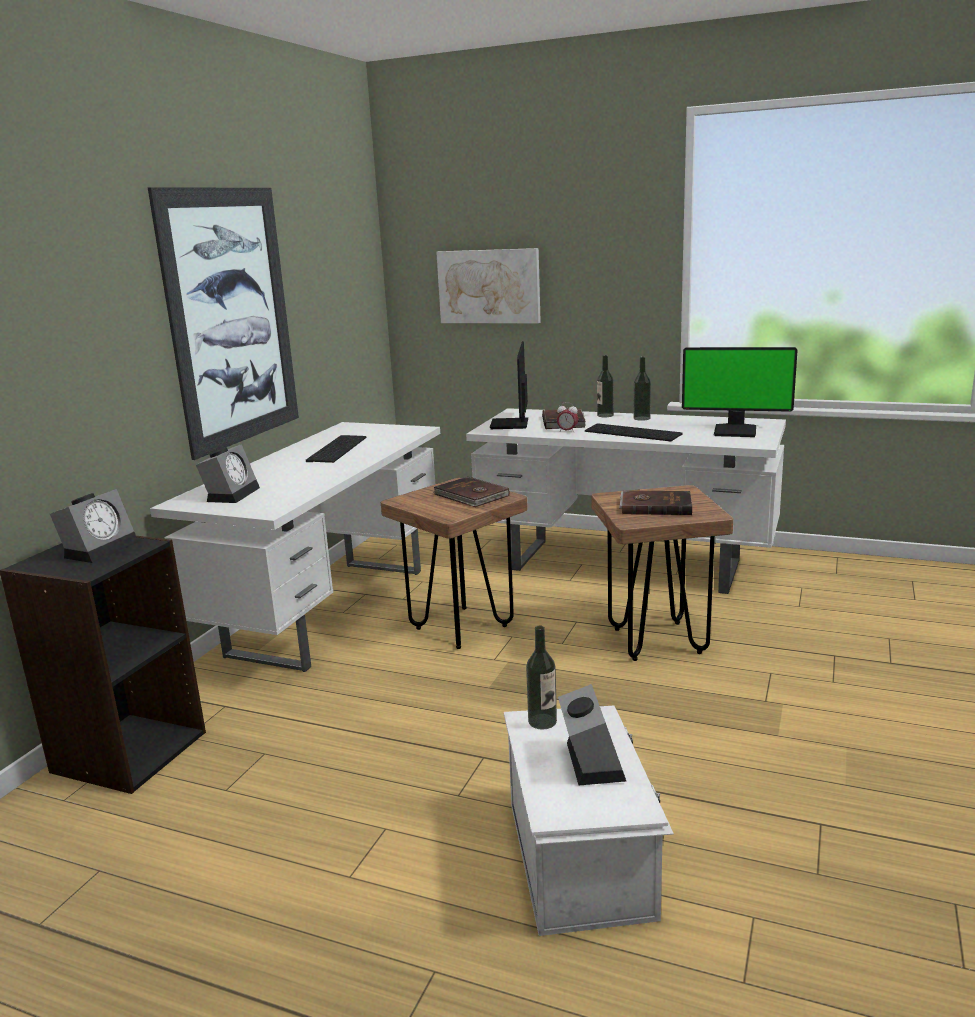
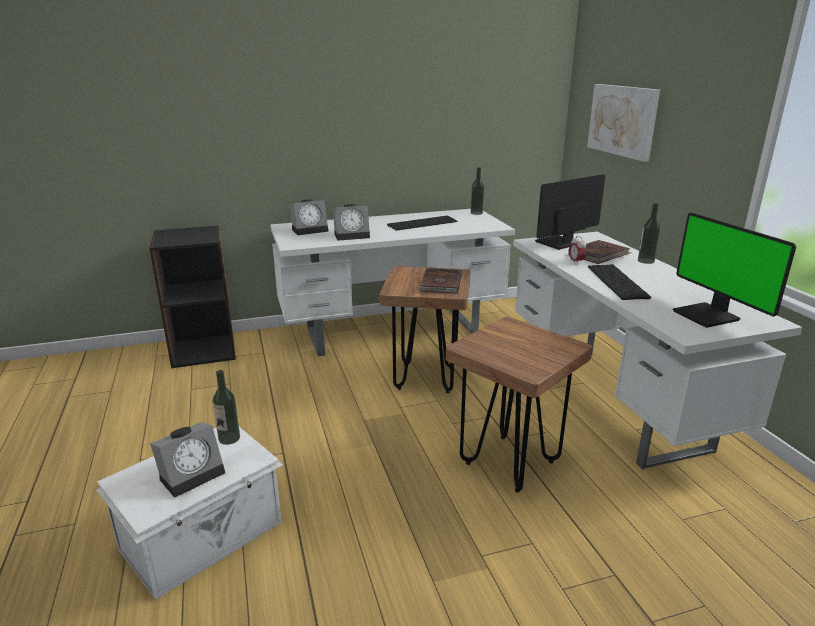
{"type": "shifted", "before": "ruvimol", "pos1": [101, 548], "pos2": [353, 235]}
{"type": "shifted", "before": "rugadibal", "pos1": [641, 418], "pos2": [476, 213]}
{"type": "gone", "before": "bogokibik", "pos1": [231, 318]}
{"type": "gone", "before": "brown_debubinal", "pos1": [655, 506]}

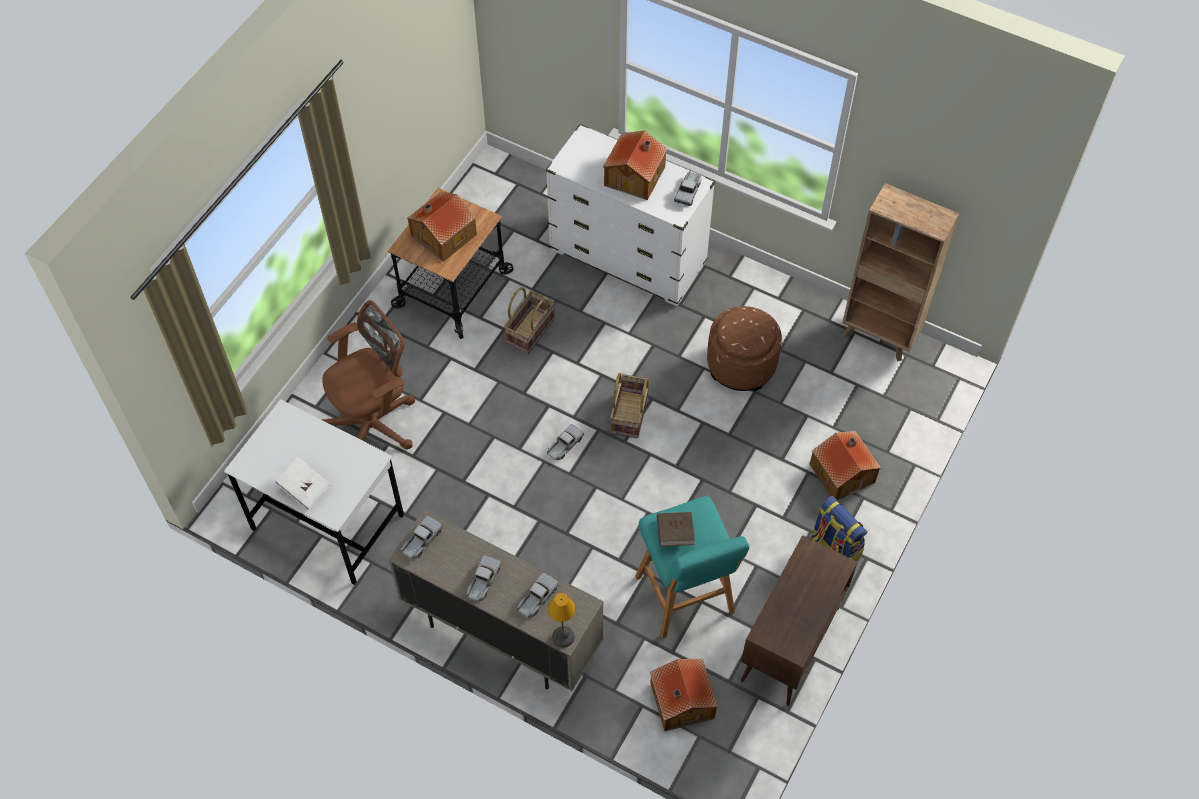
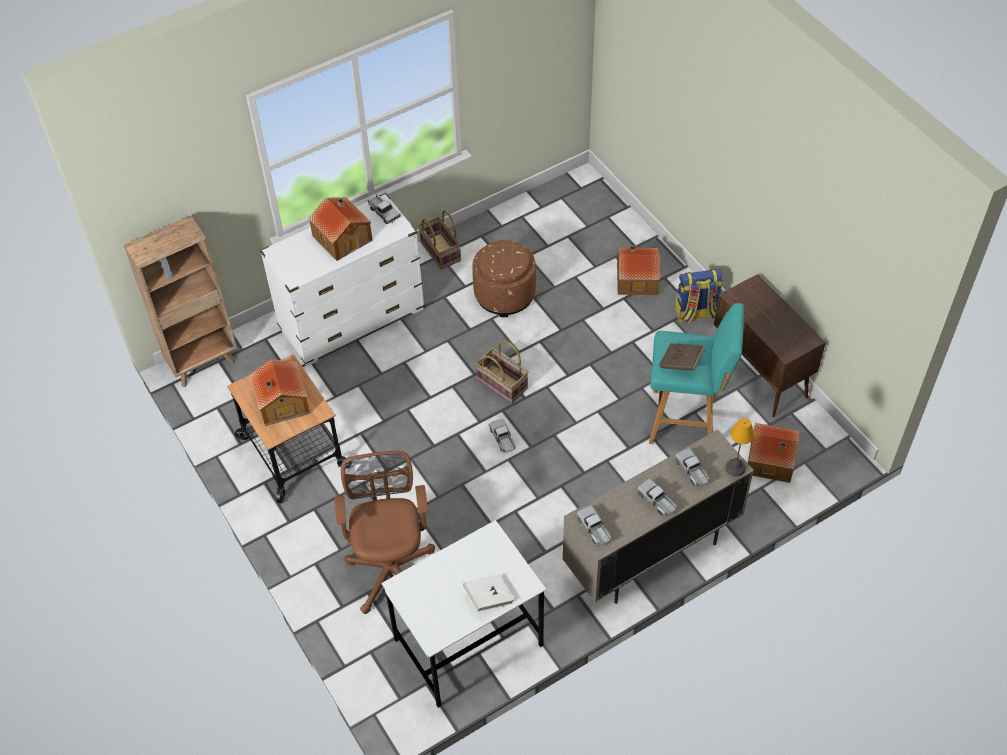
{"type": "shifted", "before": "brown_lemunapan", "pos1": [880, 336], "pos2": [203, 363]}
{"type": "shifted", "before": "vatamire", "pos1": [529, 330], "pos2": [440, 251]}

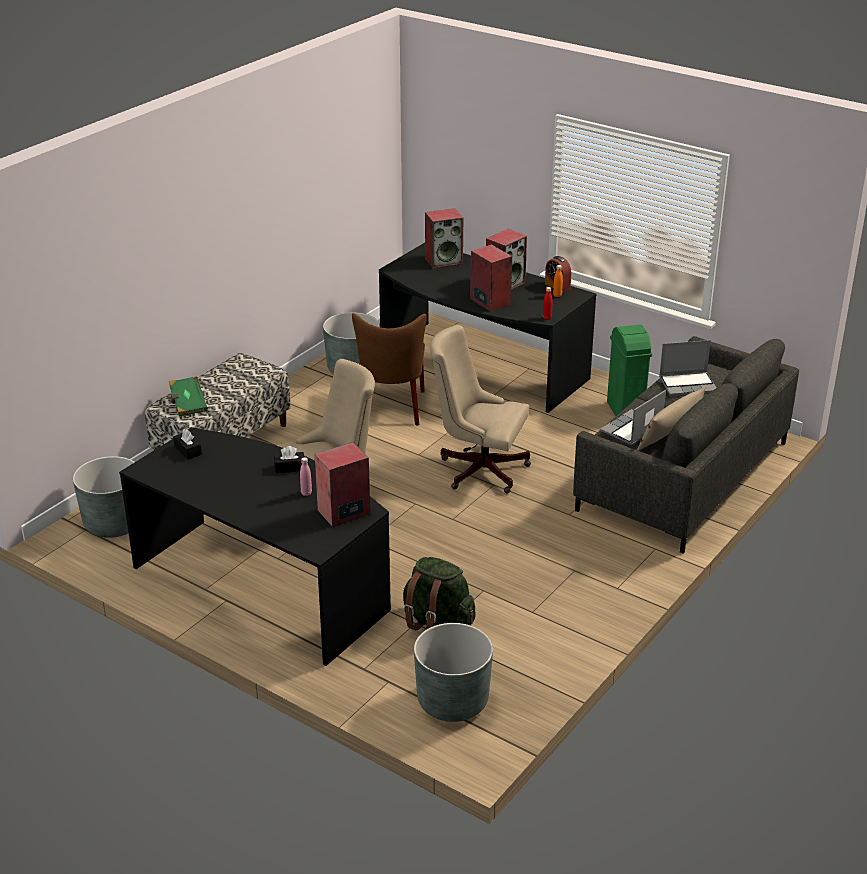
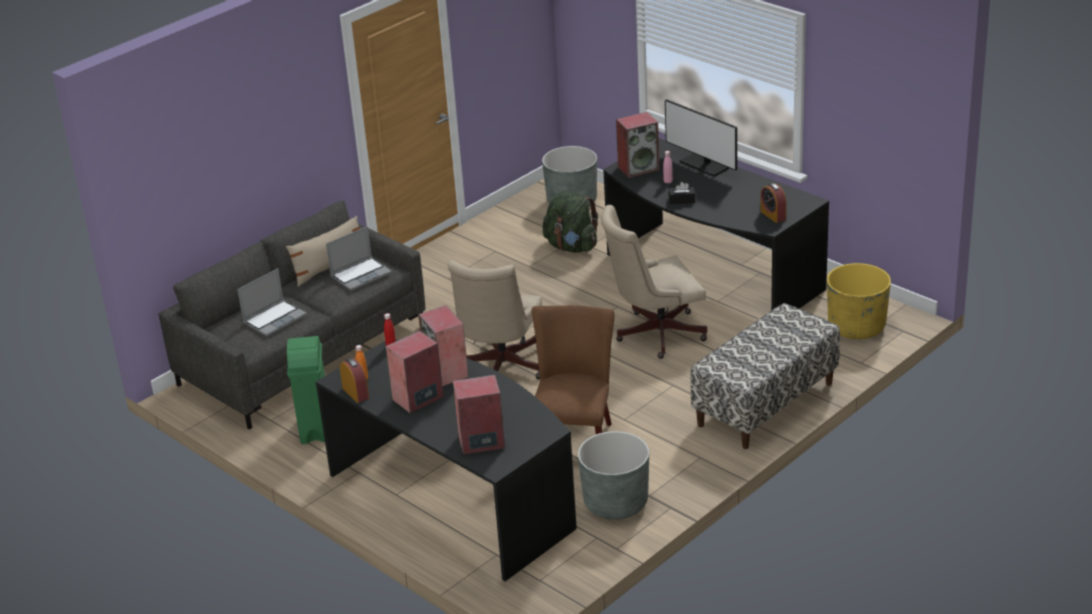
{"type": "rotated", "before": "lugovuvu", "pos1": [688, 384], "pos2": [275, 319], "turn": 135}
{"type": "rotated", "before": "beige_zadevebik", "pos1": [478, 468], "pos2": [500, 369], "turn": 75}
{"type": "new", "after": "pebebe", "pos2": [704, 165]}
{"type": "swapped", "before": "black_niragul", "after": "ruvimol", "pos1": [188, 450], "pos2": [773, 215]}
{"type": "repainted", "before": "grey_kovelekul", "after": "yellow_kovelekul", "pos1": [114, 523], "pos2": [856, 327]}
{"type": "gone", "before": "green_debubinal", "pos1": [188, 404]}

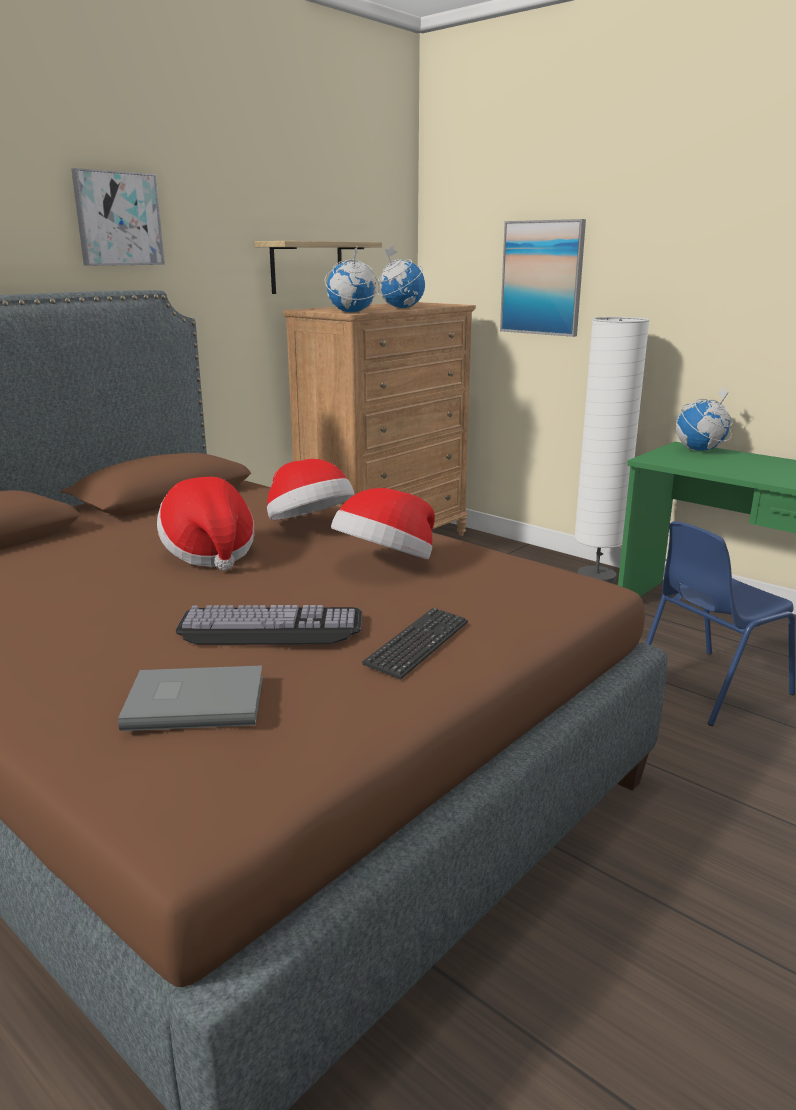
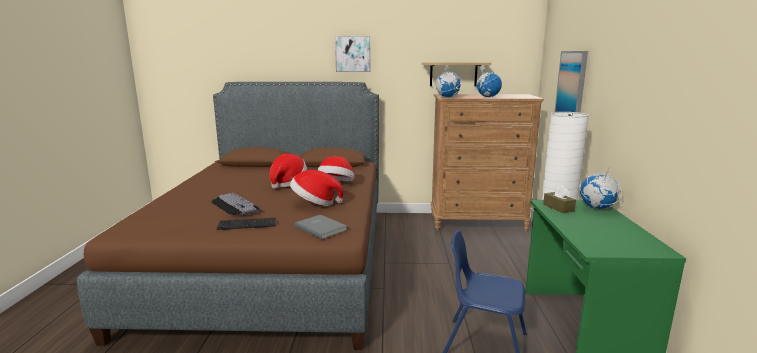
{"type": "shifted", "before": "grey_debubinal", "pos1": [193, 700], "pos2": [321, 228]}
{"type": "new", "after": "brown_niragul", "pos2": [558, 208]}

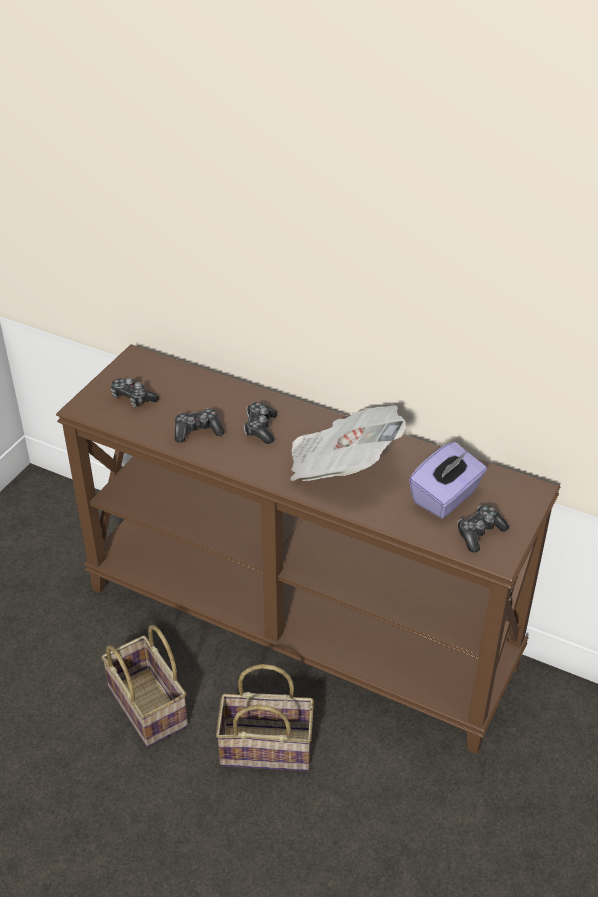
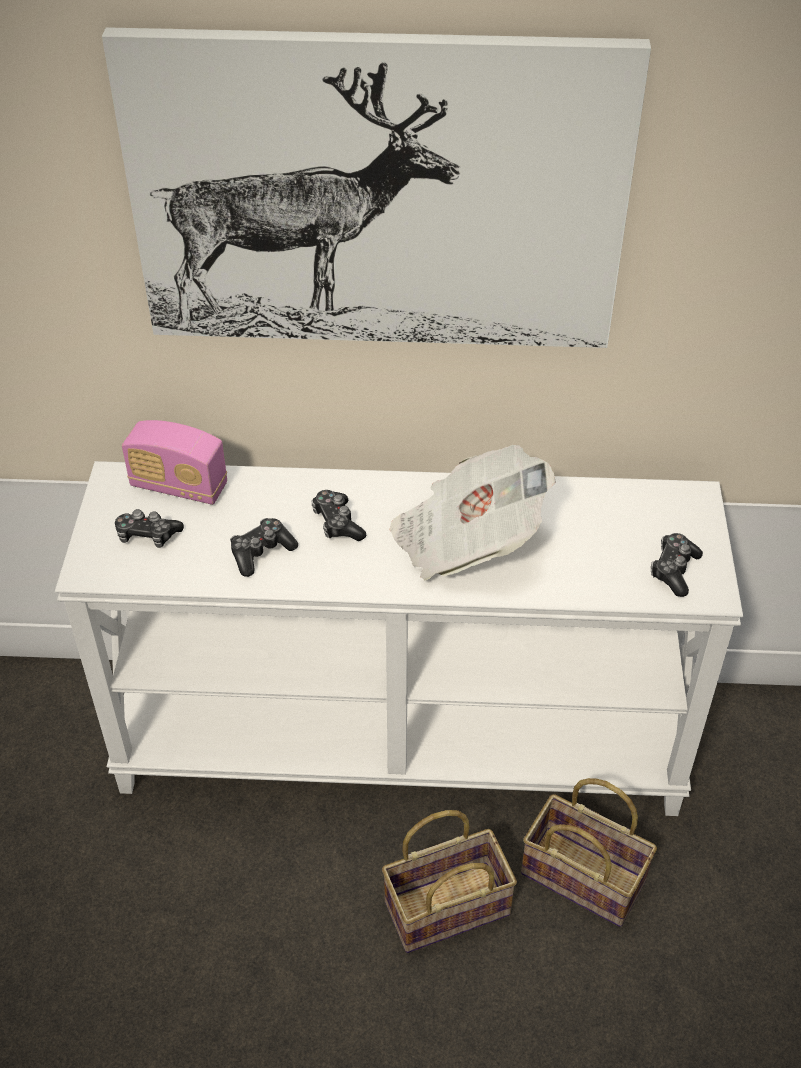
{"type": "repainted", "before": "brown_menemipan", "after": "white_menemipan", "pos1": [301, 624], "pos2": [402, 739]}
{"type": "new", "after": "bogokibik", "pos2": [378, 196]}
{"type": "new", "after": "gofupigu", "pos2": [179, 486]}
{"type": "shifted", "before": "vatamire", "pos1": [150, 707], "pos2": [586, 877]}
{"type": "gone", "before": "purple_niragul", "pos1": [446, 497]}

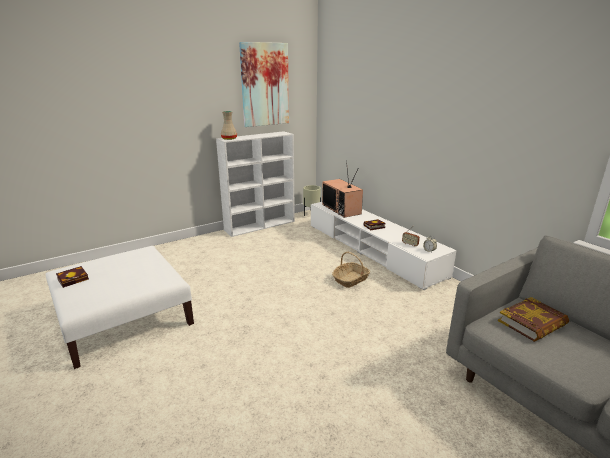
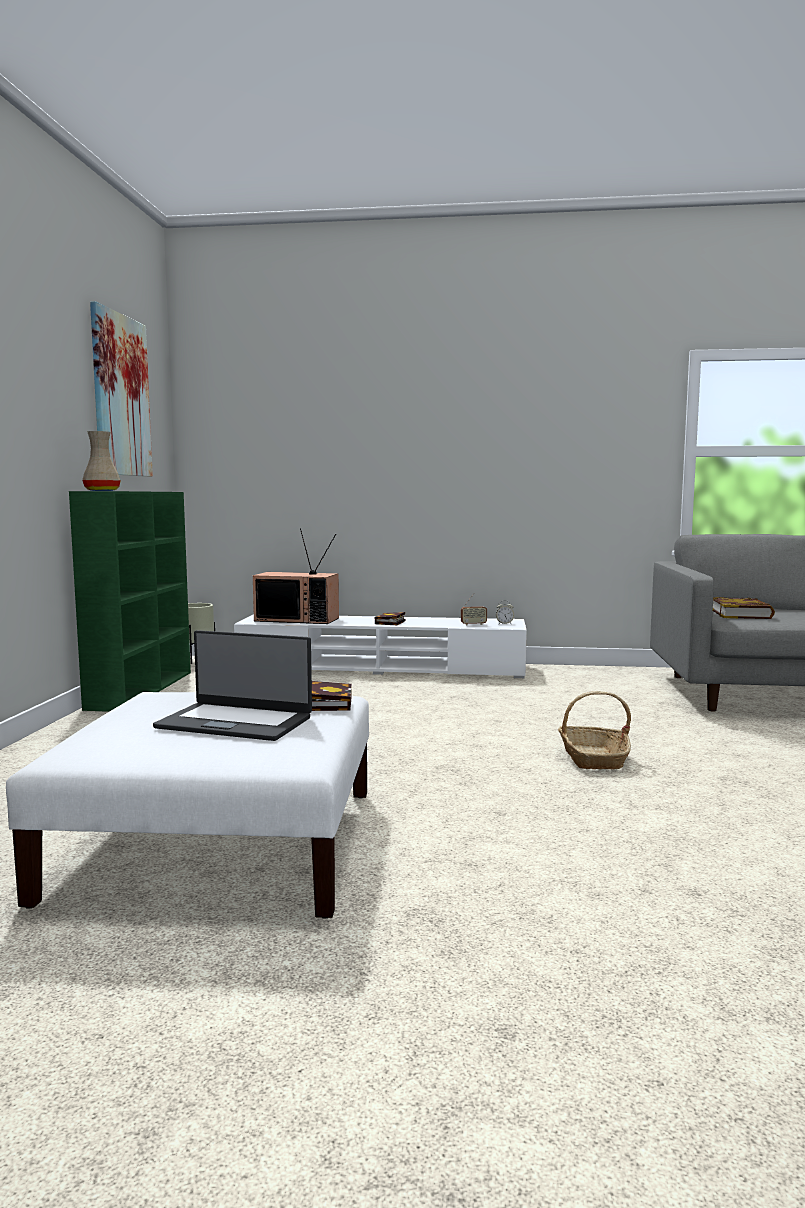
{"type": "repainted", "before": "white_lemunapan", "after": "green_lemunapan", "pos1": [260, 225], "pos2": [141, 689]}
{"type": "new", "after": "lugovuvu", "pos2": [235, 722]}
{"type": "shifted", "before": "debubinal", "pos1": [74, 279], "pos2": [328, 702]}
{"type": "shifted", "before": "vatamire", "pos1": [350, 279], "pos2": [593, 758]}

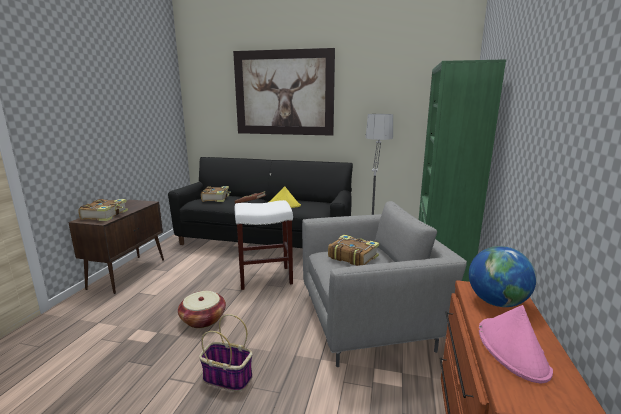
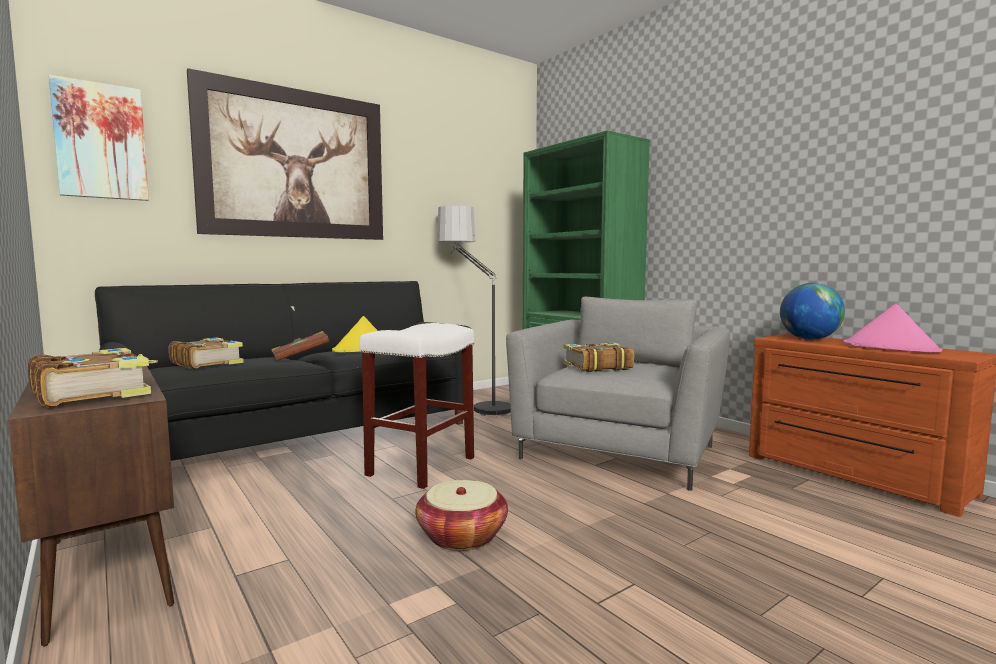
{"type": "new", "after": "bogokibik", "pos2": [101, 141]}
{"type": "gone", "before": "vatamire", "pos1": [226, 378]}

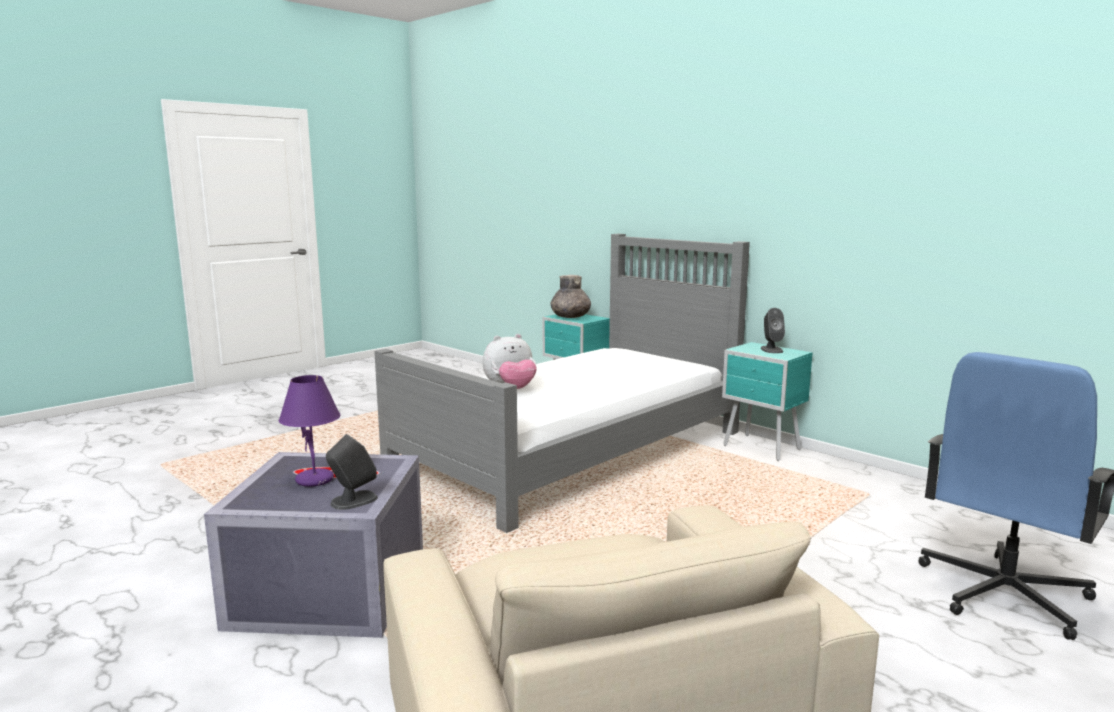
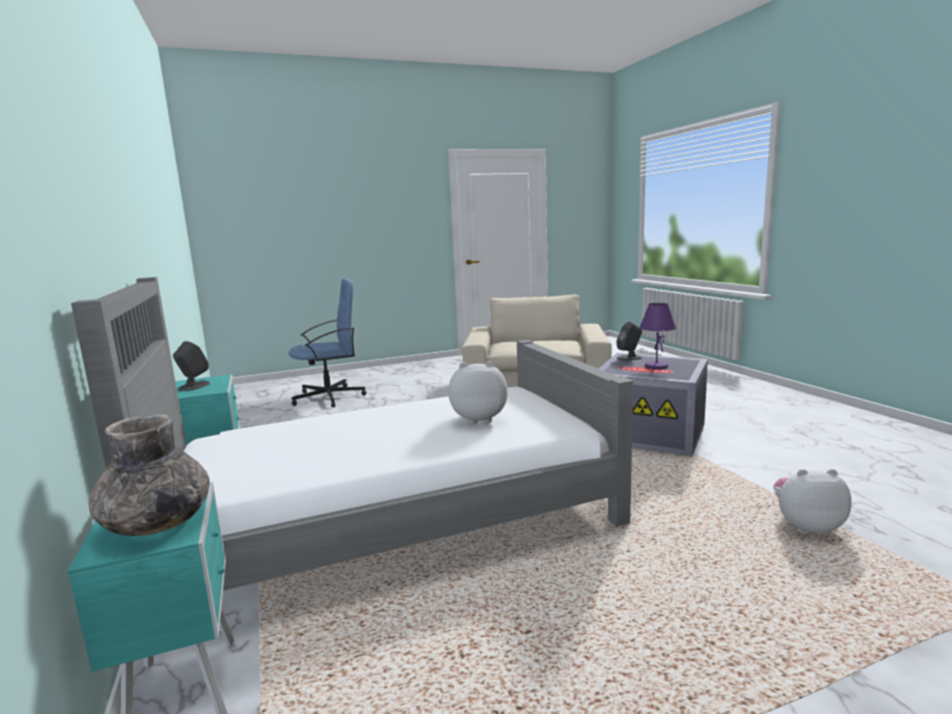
{"type": "new", "after": "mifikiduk", "pos2": [806, 527]}

